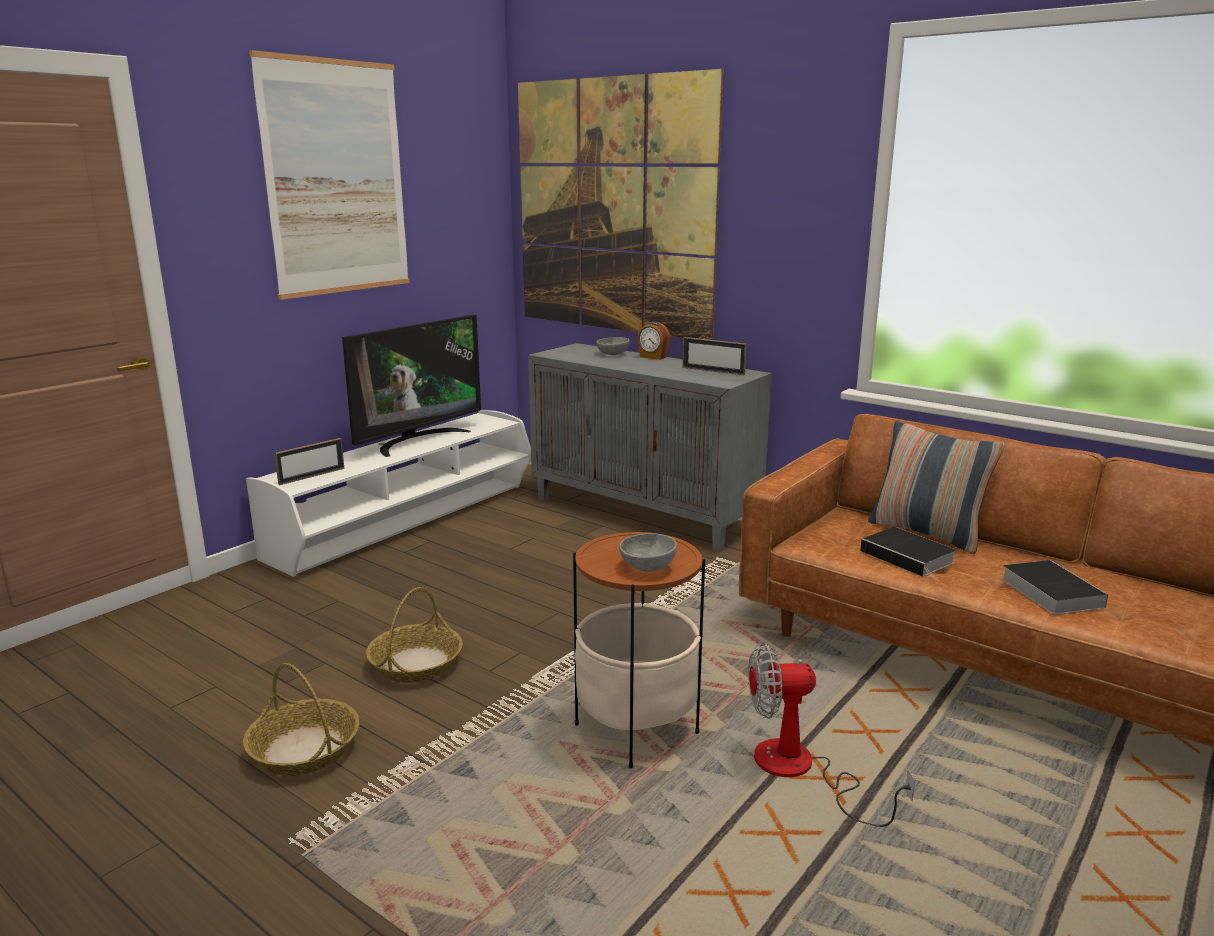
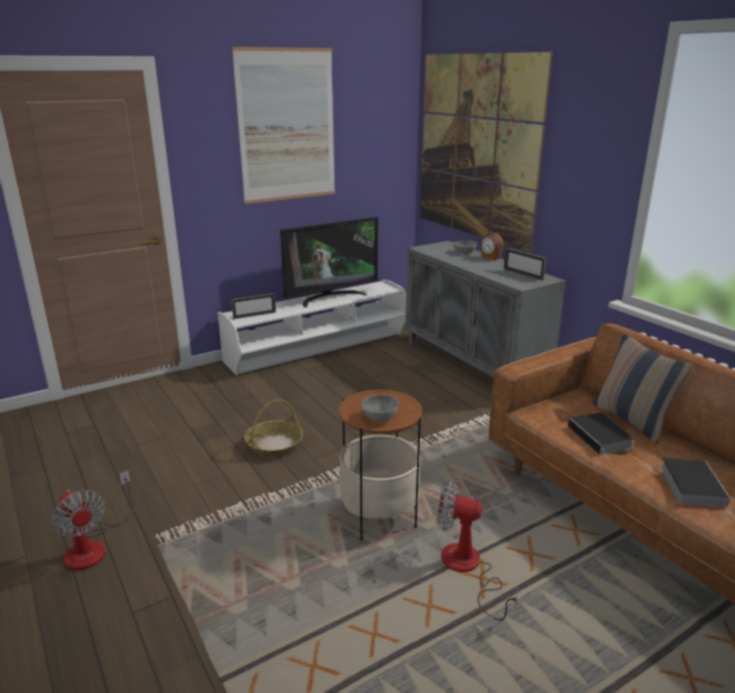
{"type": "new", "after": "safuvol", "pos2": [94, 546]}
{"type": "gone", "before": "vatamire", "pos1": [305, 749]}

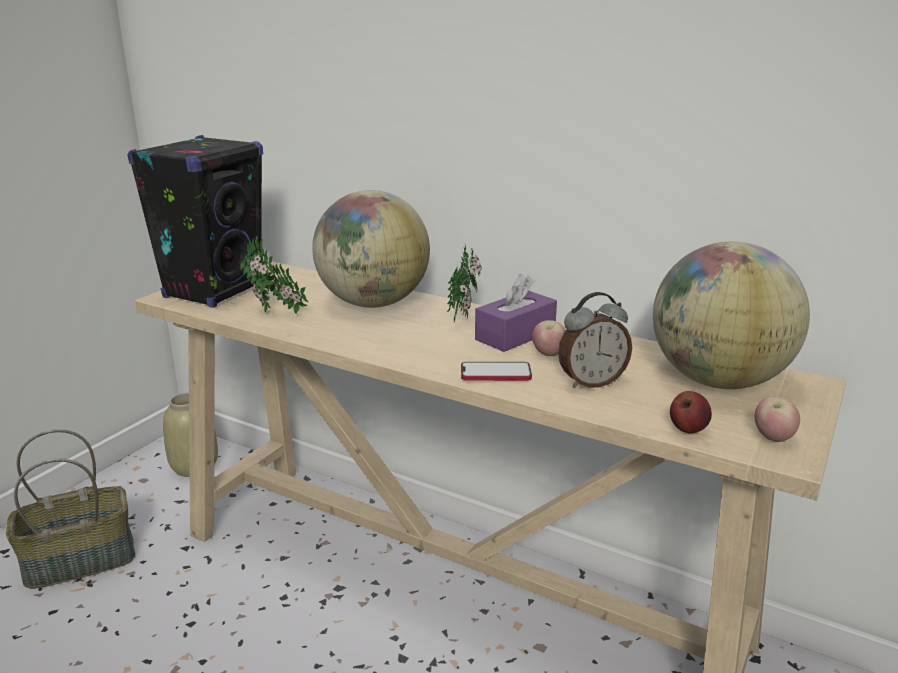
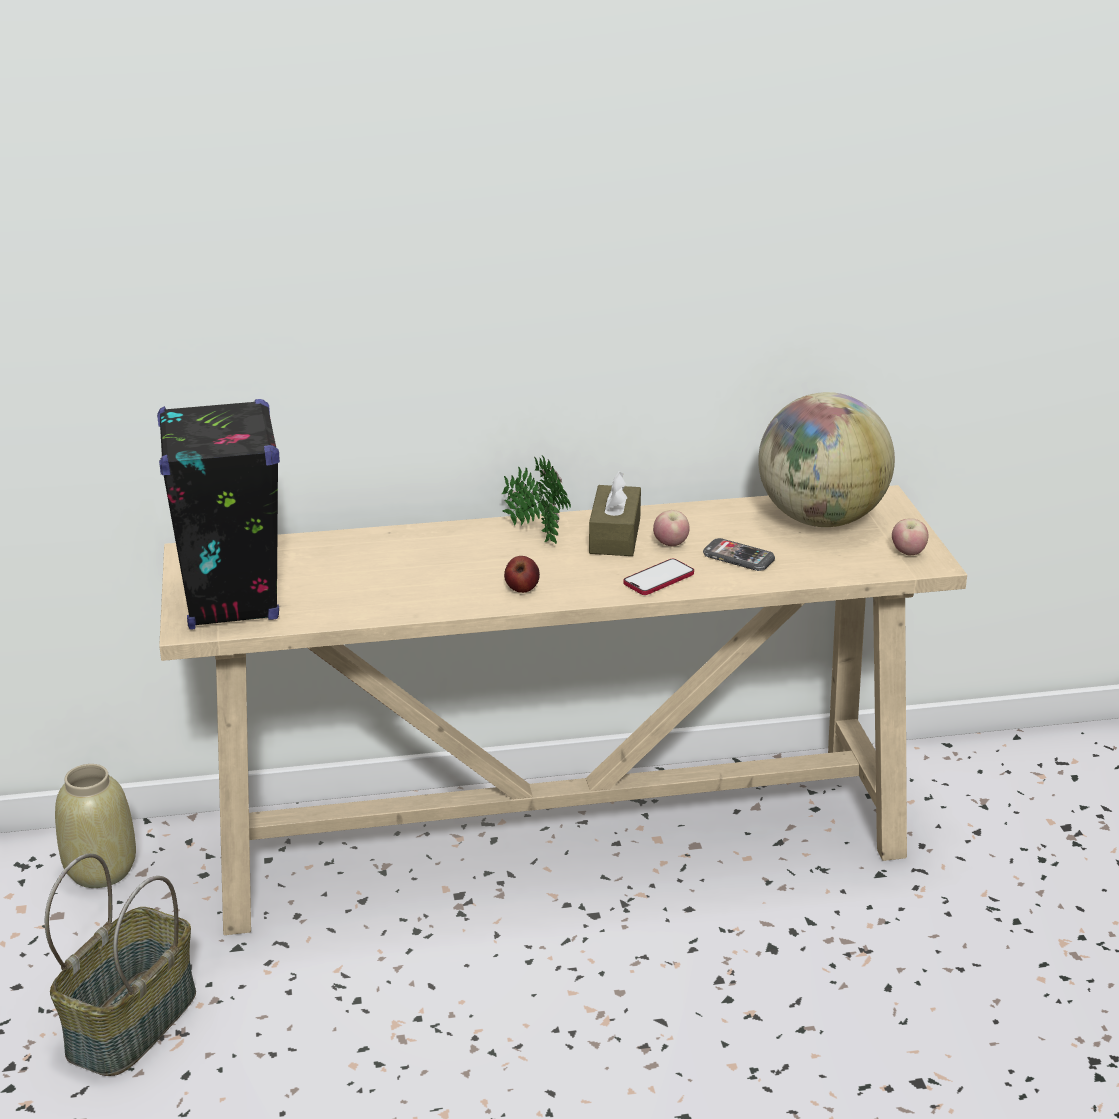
{"type": "shifted", "before": "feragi", "pos1": [687, 429], "pos2": [522, 589]}
{"type": "repainted", "before": "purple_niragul", "after": "brown_niragul", "pos1": [515, 335], "pos2": [615, 536]}
{"type": "swapped", "before": "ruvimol", "after": "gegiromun", "pos1": [591, 382], "pos2": [738, 557]}
{"type": "gone", "before": "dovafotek", "pos1": [276, 314]}
{"type": "gone", "before": "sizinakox", "pos1": [373, 303]}

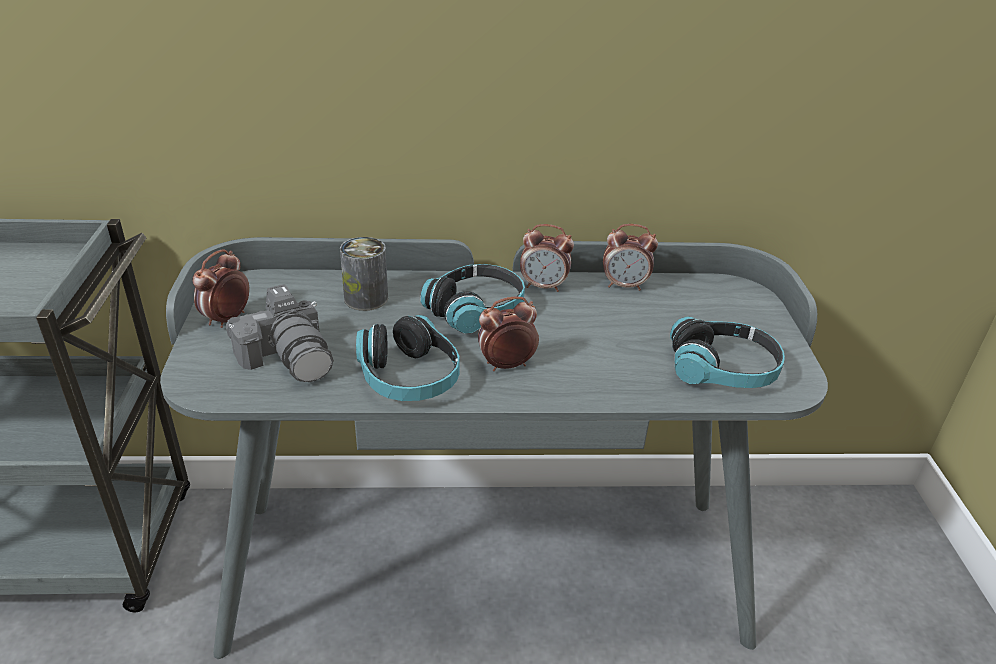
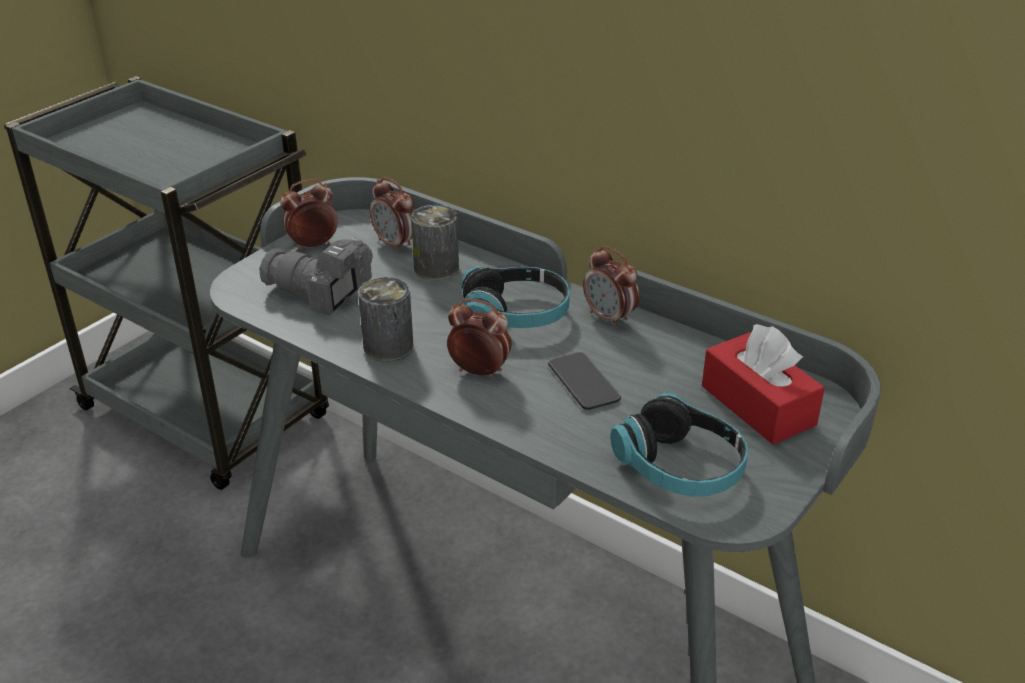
{"type": "rotated", "before": "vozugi", "pos1": [289, 356], "pos2": [321, 292], "turn": 105}
{"type": "swapped", "before": "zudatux", "after": "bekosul", "pos1": [408, 377], "pos2": [388, 346]}
{"type": "shifted", "before": "ruvimol", "pos1": [625, 285], "pos2": [395, 244]}
{"type": "new", "after": "gegiromun", "pos2": [583, 382]}
{"type": "new", "after": "red_niragul", "pos2": [757, 405]}

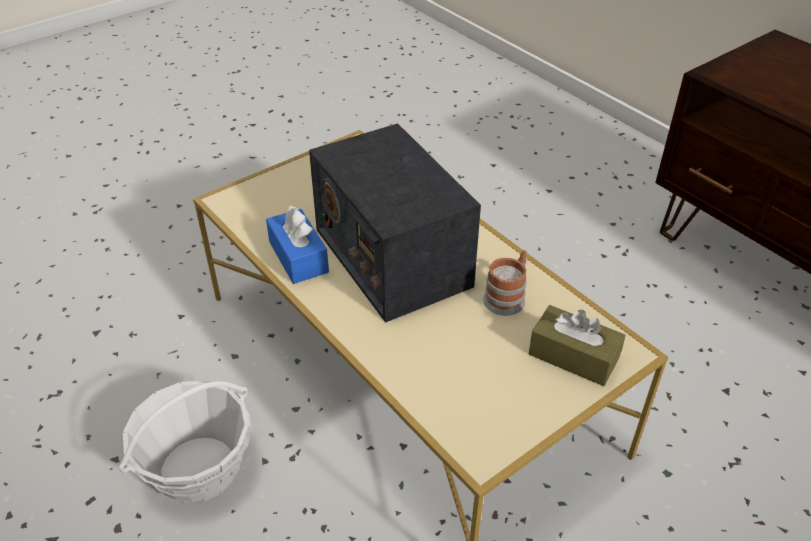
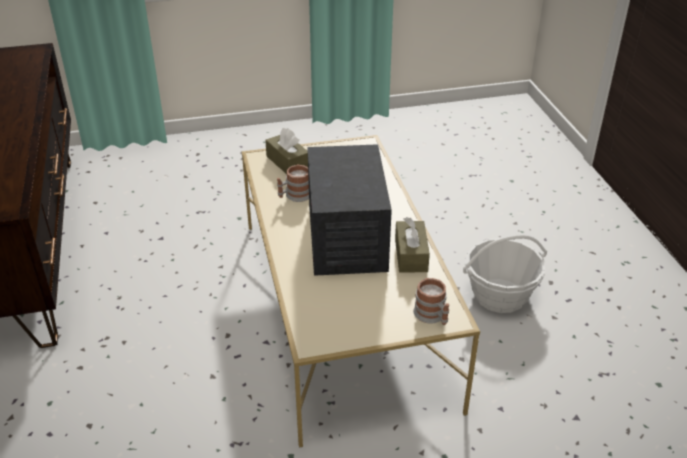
{"type": "repainted", "before": "blue_niragul", "after": "brown_niragul", "pos1": [298, 257], "pos2": [411, 255]}
{"type": "new", "after": "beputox", "pos2": [432, 316]}

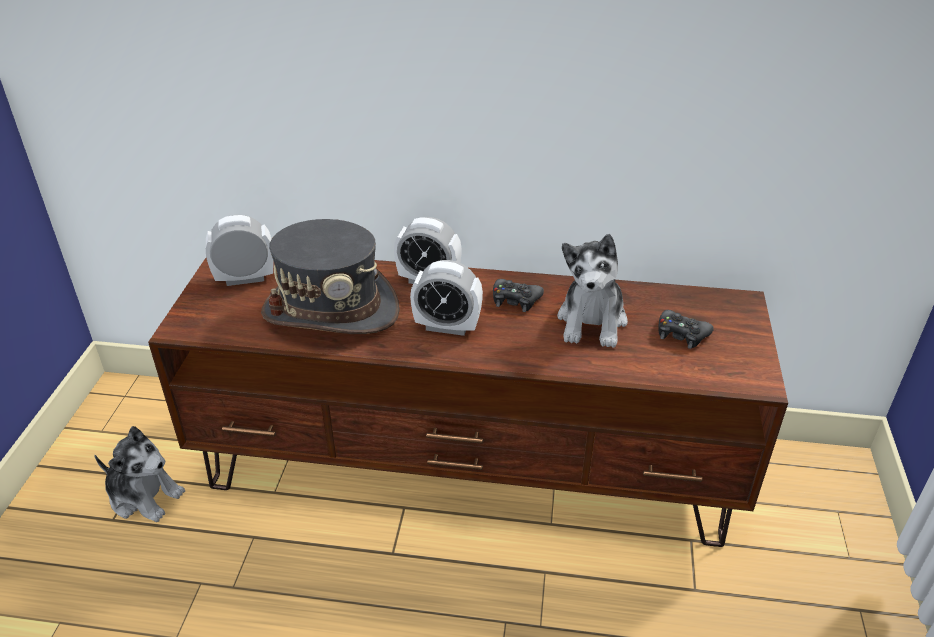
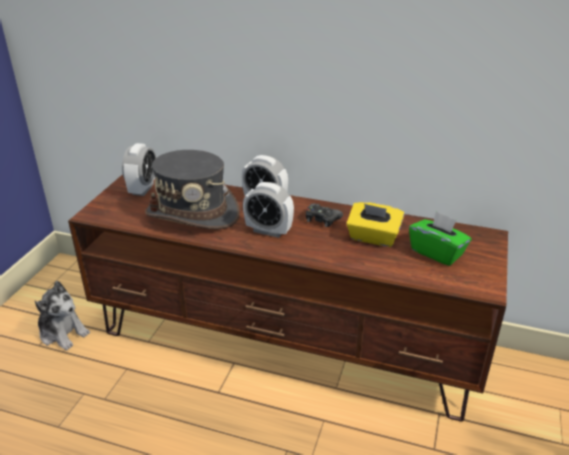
{"type": "rotated", "before": "ruvimol", "pos1": [245, 278], "pos2": [143, 189], "turn": 105}
{"type": "swapped", "before": "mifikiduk", "after": "yellow_niragul", "pos1": [592, 321], "pos2": [373, 237]}
{"type": "swapped", "before": "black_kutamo", "after": "green_niragul", "pos1": [681, 334], "pos2": [437, 252]}

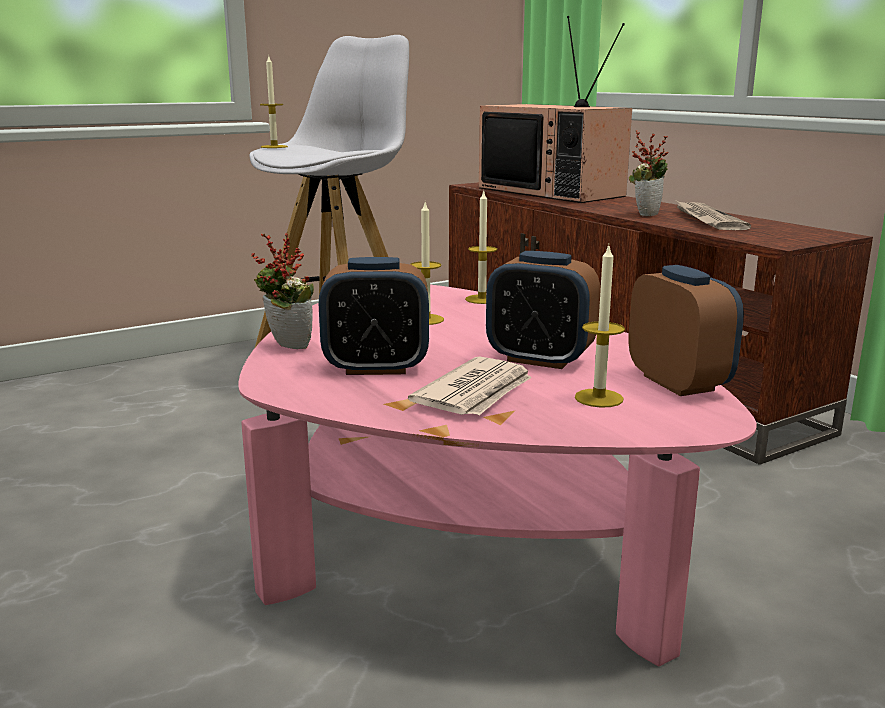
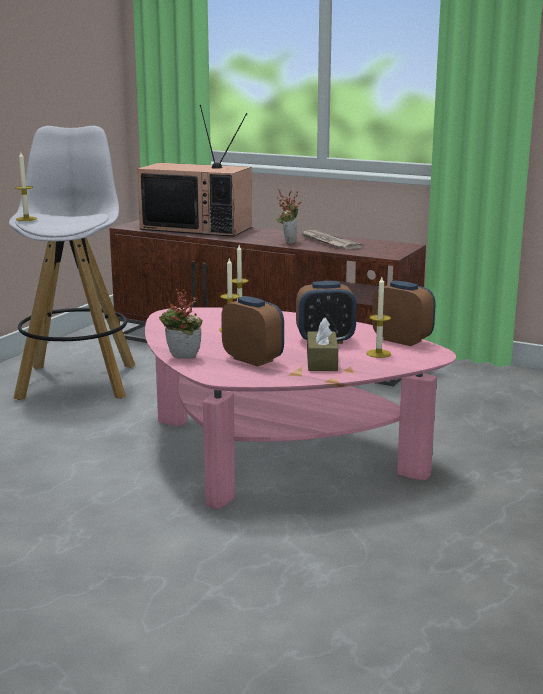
{"type": "rotated", "before": "ruvimol", "pos1": [376, 368], "pos2": [253, 360], "turn": -105}
{"type": "swapped", "before": "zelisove", "after": "brown_niragul", "pos1": [476, 393], "pos2": [322, 362]}

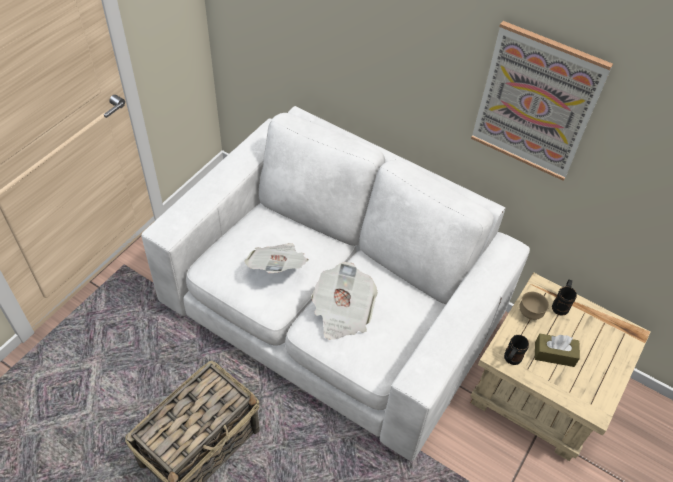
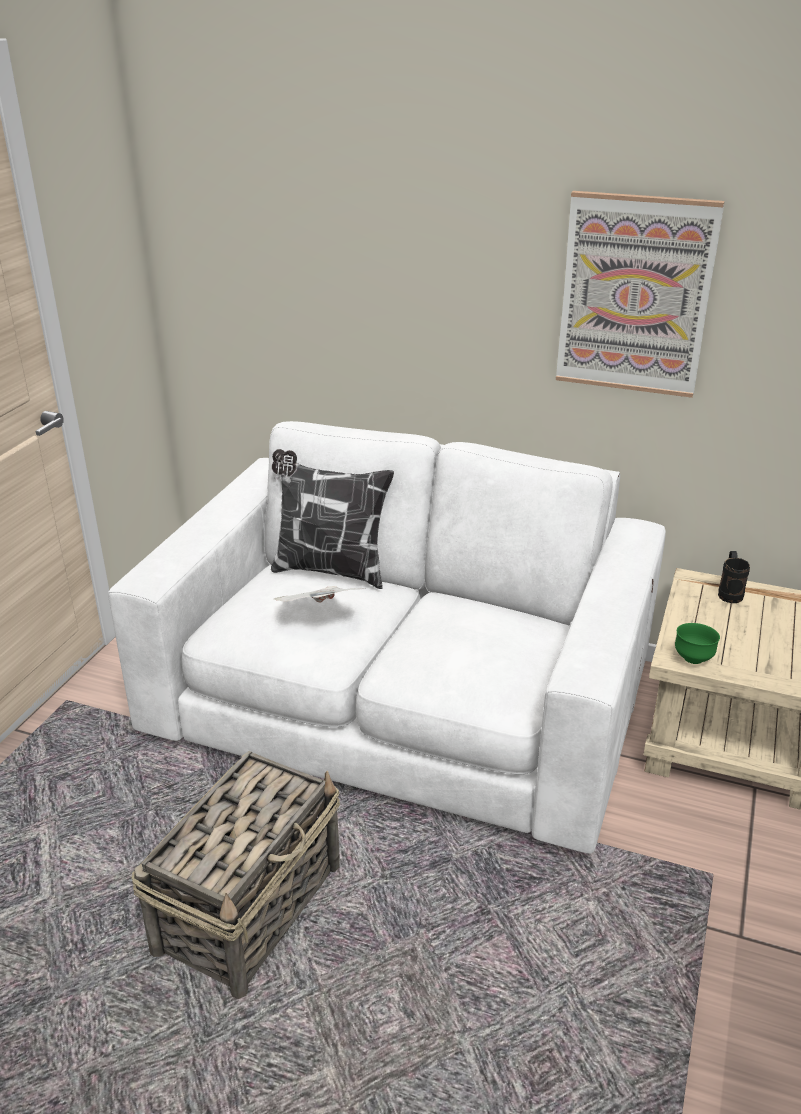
{"type": "new", "after": "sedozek", "pos2": [329, 570]}
{"type": "swapped", "before": "black_beputox", "after": "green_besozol", "pos1": [510, 360], "pos2": [693, 659]}
{"type": "gone", "before": "zelisove", "pos1": [342, 312]}
{"type": "gone", "before": "brown_besozol", "pos1": [530, 313]}
{"type": "gone", "before": "brown_niragul", "pos1": [554, 354]}

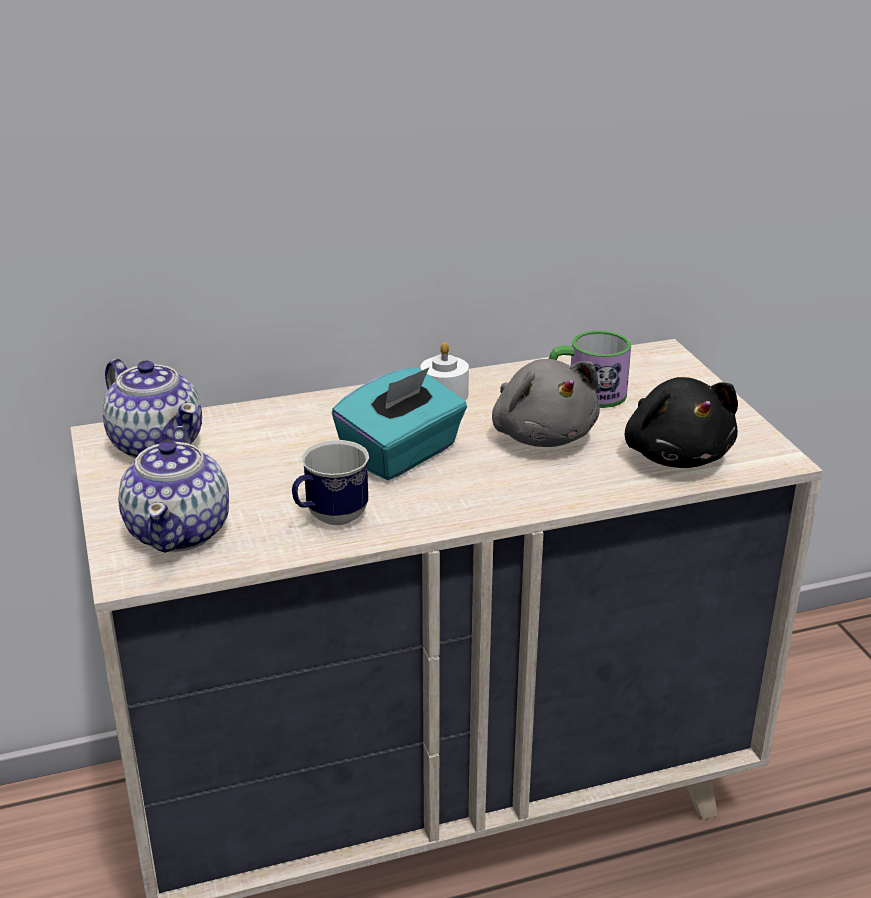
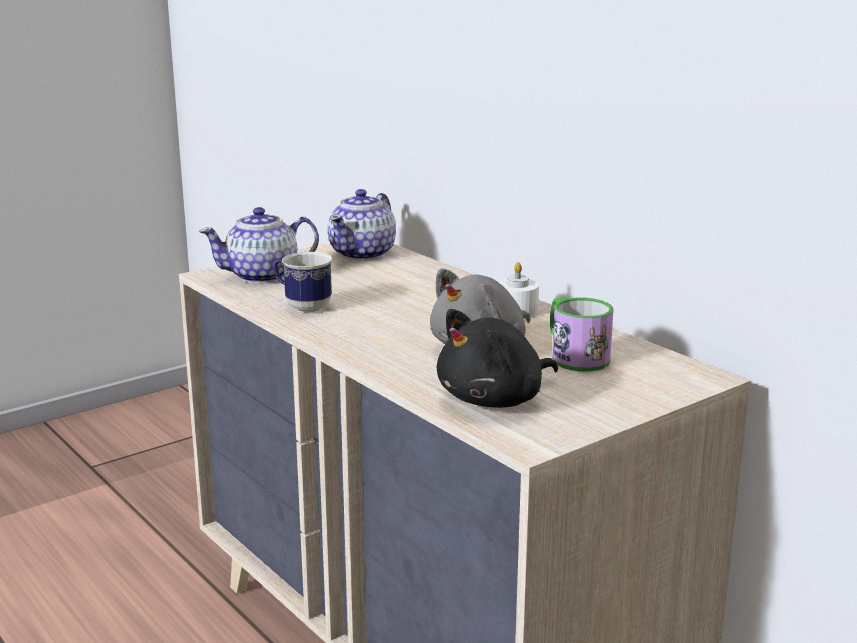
{"type": "gone", "before": "turquoise_niragul", "pos1": [402, 454]}

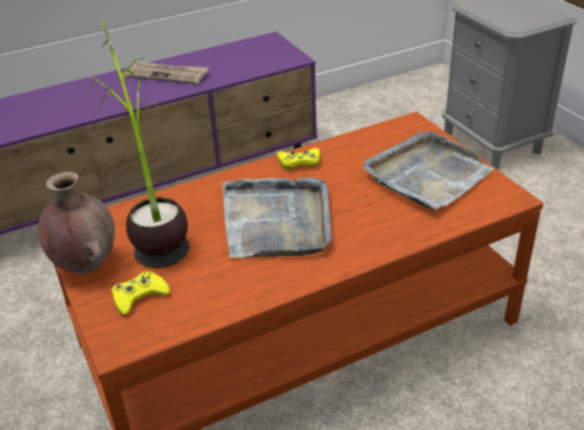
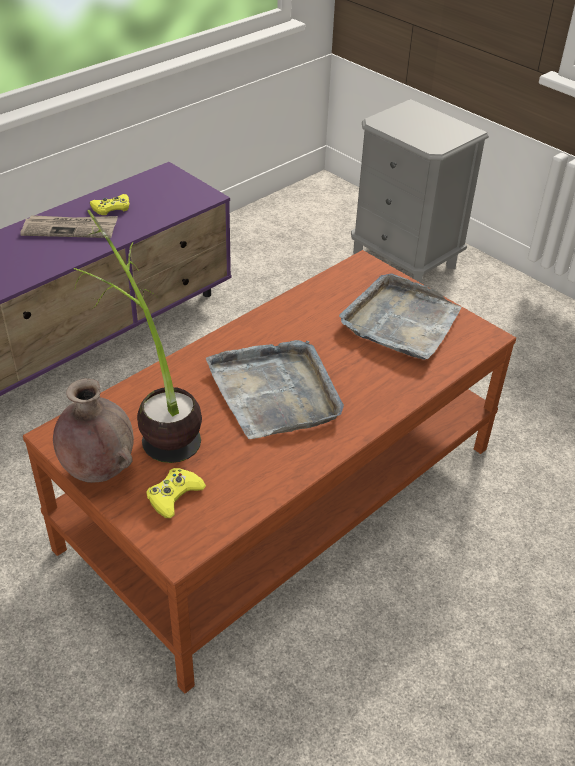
{"type": "shifted", "before": "yellow_kutamo", "pos1": [299, 162], "pos2": [111, 208]}

